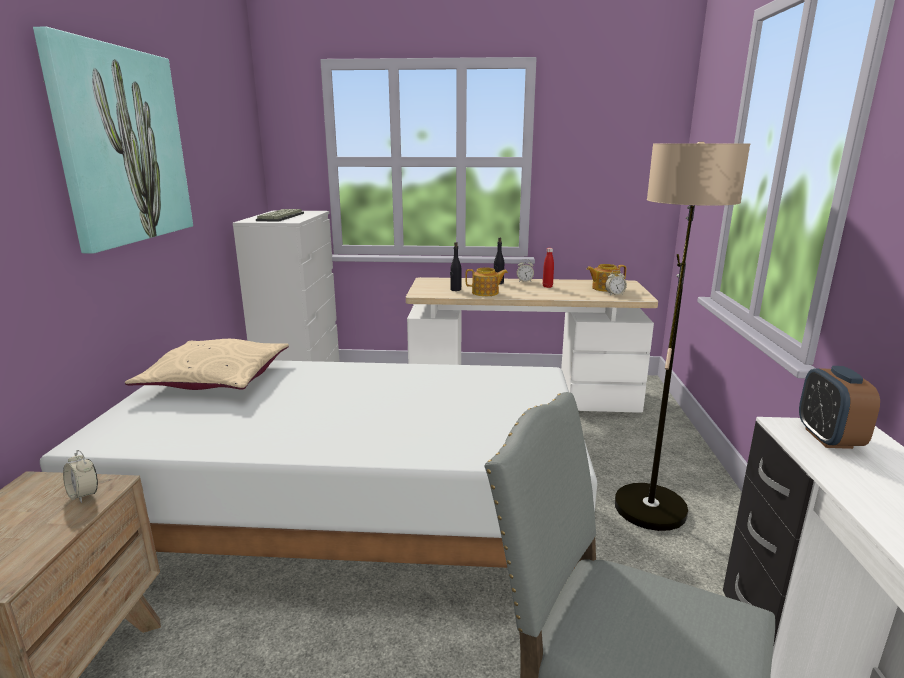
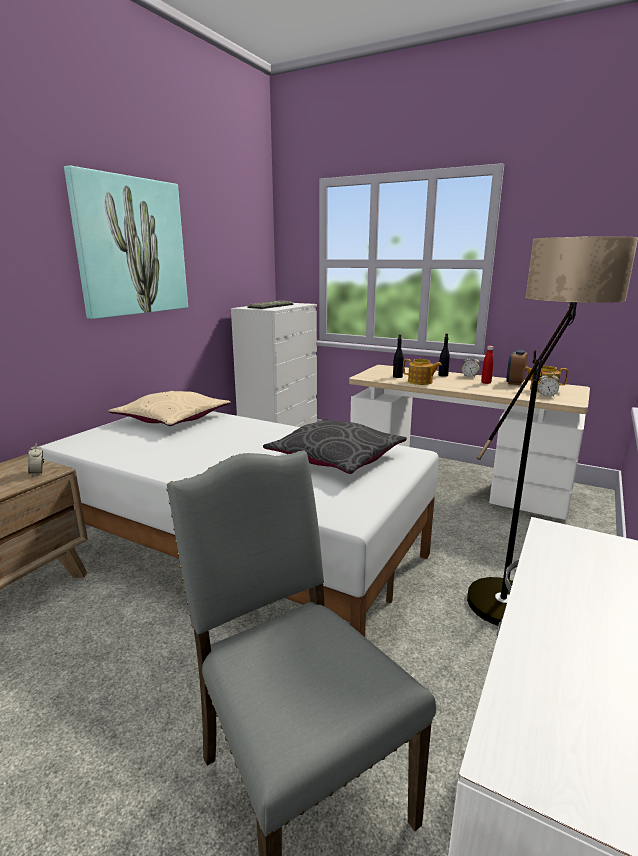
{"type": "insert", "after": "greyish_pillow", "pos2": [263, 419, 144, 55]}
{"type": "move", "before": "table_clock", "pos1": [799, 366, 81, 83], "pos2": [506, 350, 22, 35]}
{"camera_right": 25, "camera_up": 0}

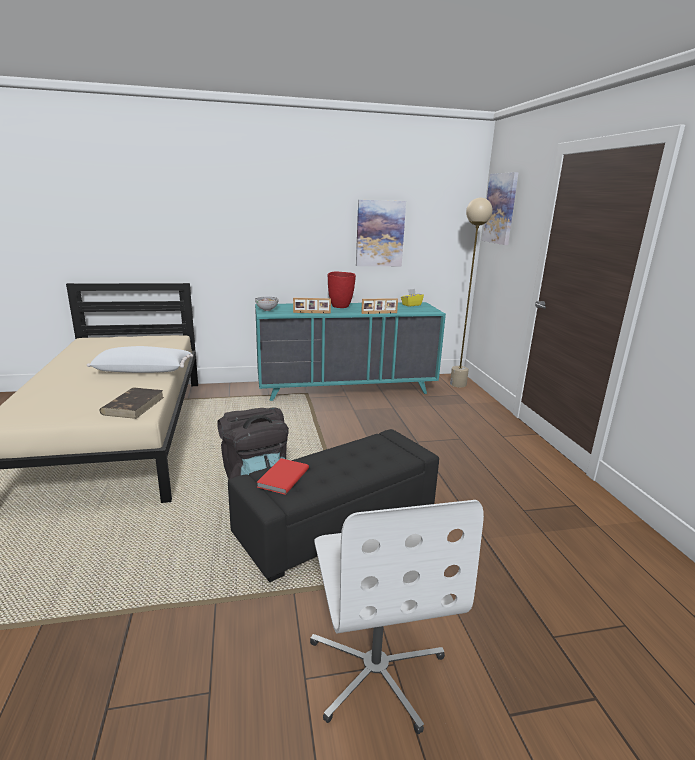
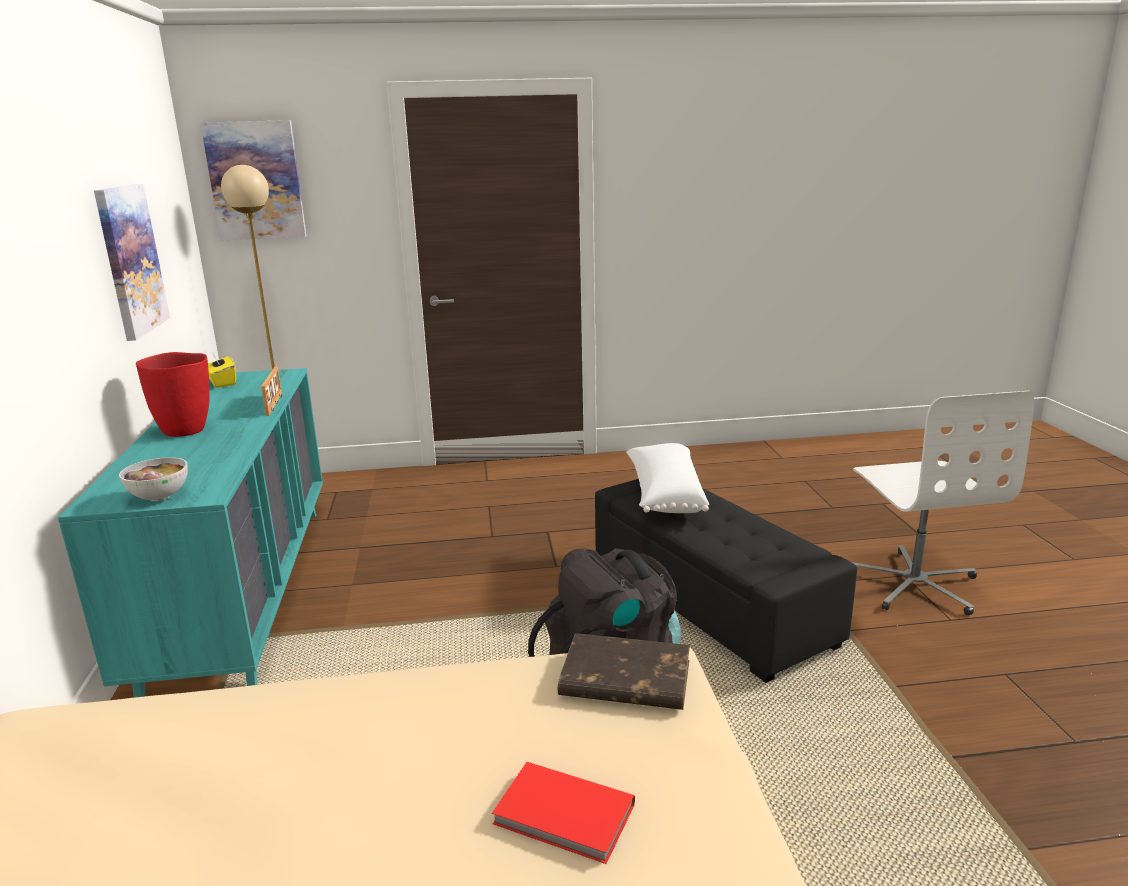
{"type": "delete", "before": "standing_frame", "pos1": [293, 298, 38, 16]}
{"type": "move", "before": "whitish_pillow", "pos1": [87, 346, 106, 27], "pos2": [626, 443, 83, 70]}
{"type": "move", "before": "red_bound_book", "pos1": [257, 458, 52, 37], "pos2": [492, 762, 143, 102]}
{"type": "rotate", "before": "whitish_desk_chair", "pos1": [310, 500, 174, 234], "pos2": [852, 391, 182, 225], "turn": 90}
{"camera_right": -85, "camera_up": 0}

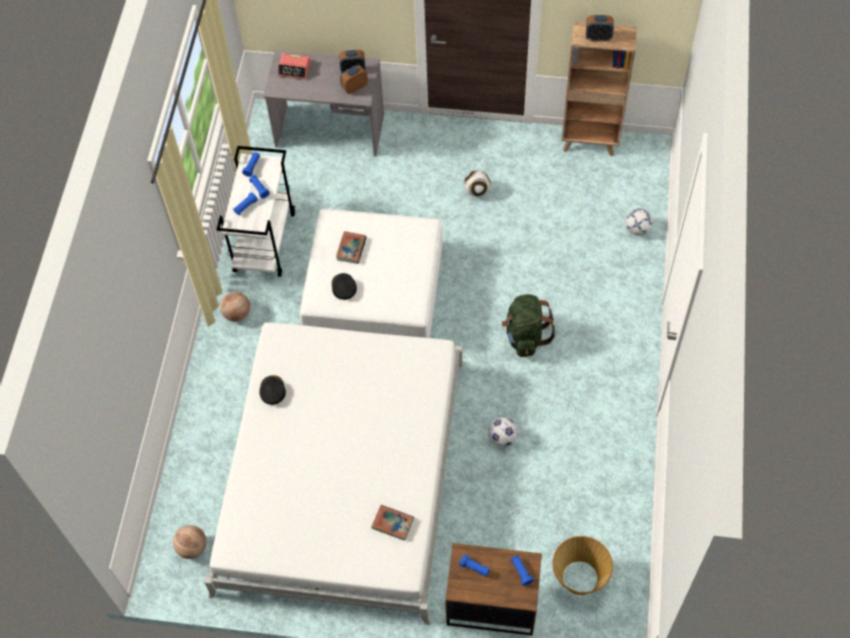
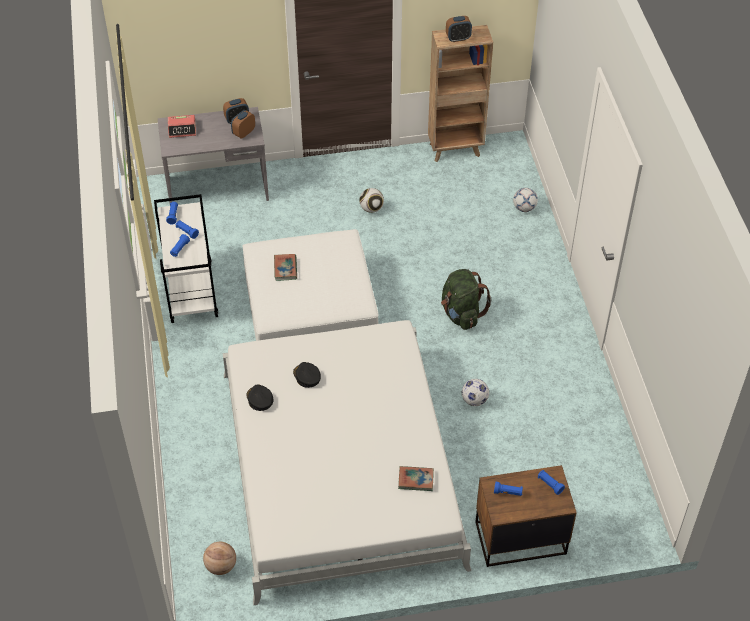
{"type": "delete", "before": "ball_for_basketball", "pos1": [220, 292, 30, 30]}
{"type": "delete", "before": "household_basket", "pos1": [552, 536, 61, 59]}
{"type": "move", "before": "black-coloured_peaked_cap", "pos1": [332, 273, 25, 27], "pos2": [293, 362, 28, 26]}
{"camera_right": -20, "camera_up": -10}

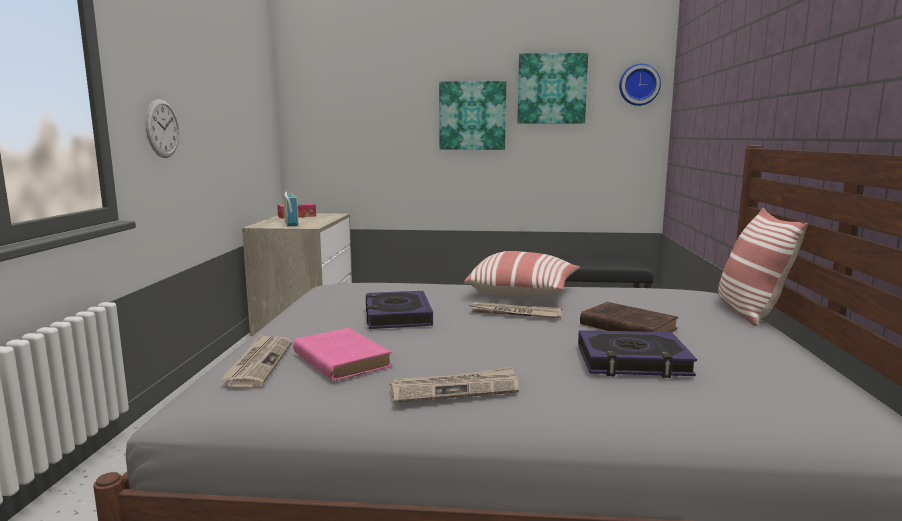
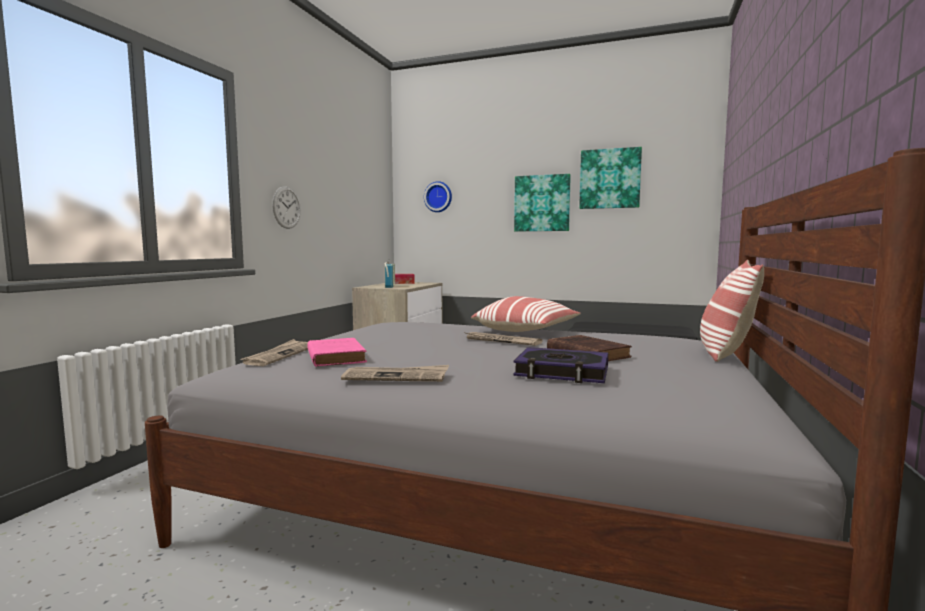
{"type": "delete", "before": "bound_book", "pos1": [366, 291, 67, 38]}
{"type": "move", "before": "hanging_clock", "pos1": [619, 64, 42, 42], "pos2": [424, 181, 28, 31]}
{"camera_right": 15, "camera_up": -5}

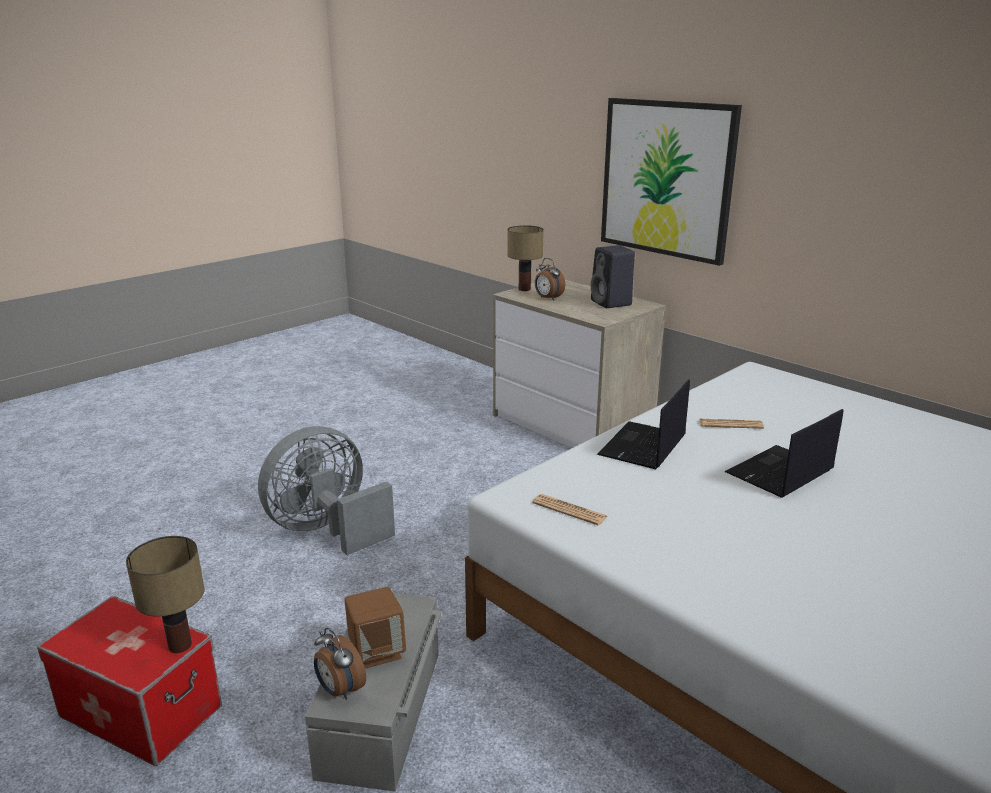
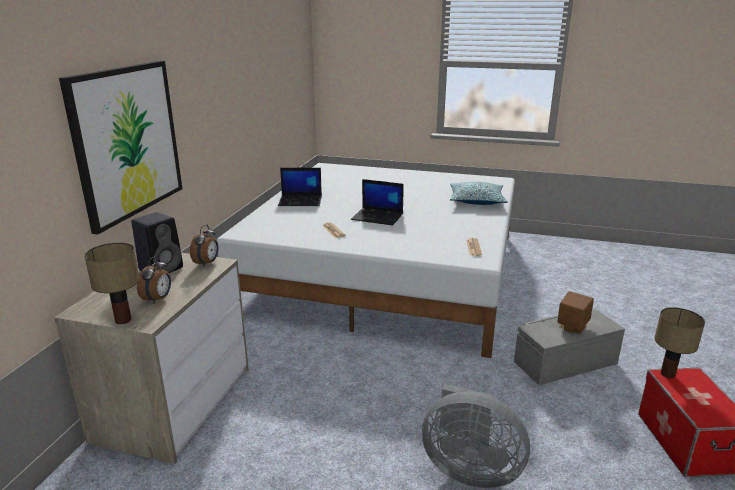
{"type": "insert", "after": "pillow", "pos2": [450, 182, 58, 23]}
{"type": "move", "before": "table_clock", "pos1": [314, 628, 52, 72], "pos2": [190, 224, 28, 43]}
{"type": "move", "before": "laptop", "pos1": [597, 379, 93, 90], "pos2": [278, 168, 44, 38]}
{"camera_right": -120, "camera_up": 0}

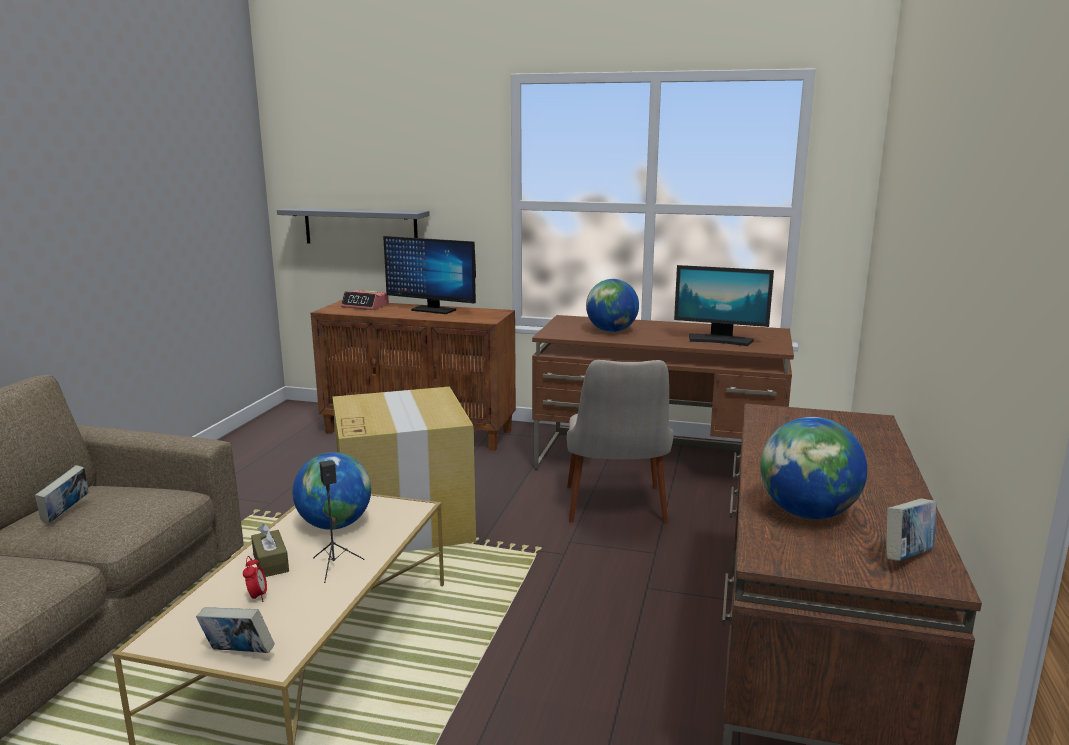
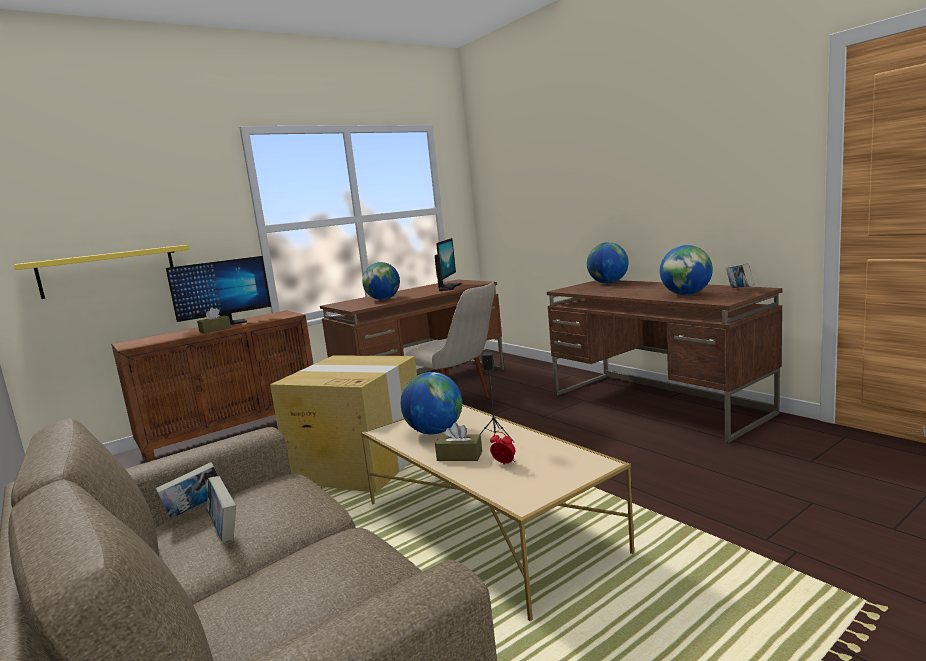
{"type": "delete", "before": "table_clock", "pos1": [341, 290, 48, 20]}
{"type": "insert", "after": "brownish_tissue_box", "pos2": [197, 307, 34, 27]}
{"type": "insert", "after": "world_globe", "pos2": [587, 242, 42, 42]}
{"type": "move", "before": "bound_book", "pos1": [196, 607, 79, 46], "pos2": [156, 462, 62, 57]}
{"type": "recolor", "before": "greyish_wall_shelf", "after": "yellowish_wall_shelf", "pos1": [277, 207, 153, 36], "pos2": [14, 245, 175, 54]}
{"type": "rotate", "before": "computer_screen", "pos1": [674, 265, 100, 81], "pos2": [435, 238, 26, 53], "turn": -45}
{"camera_right": -50, "camera_up": -5}

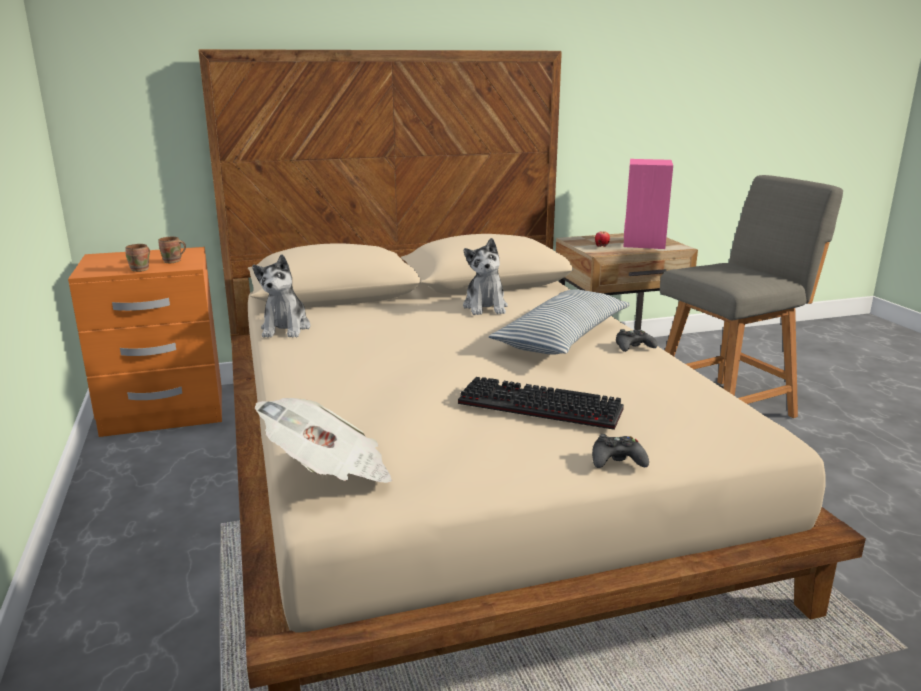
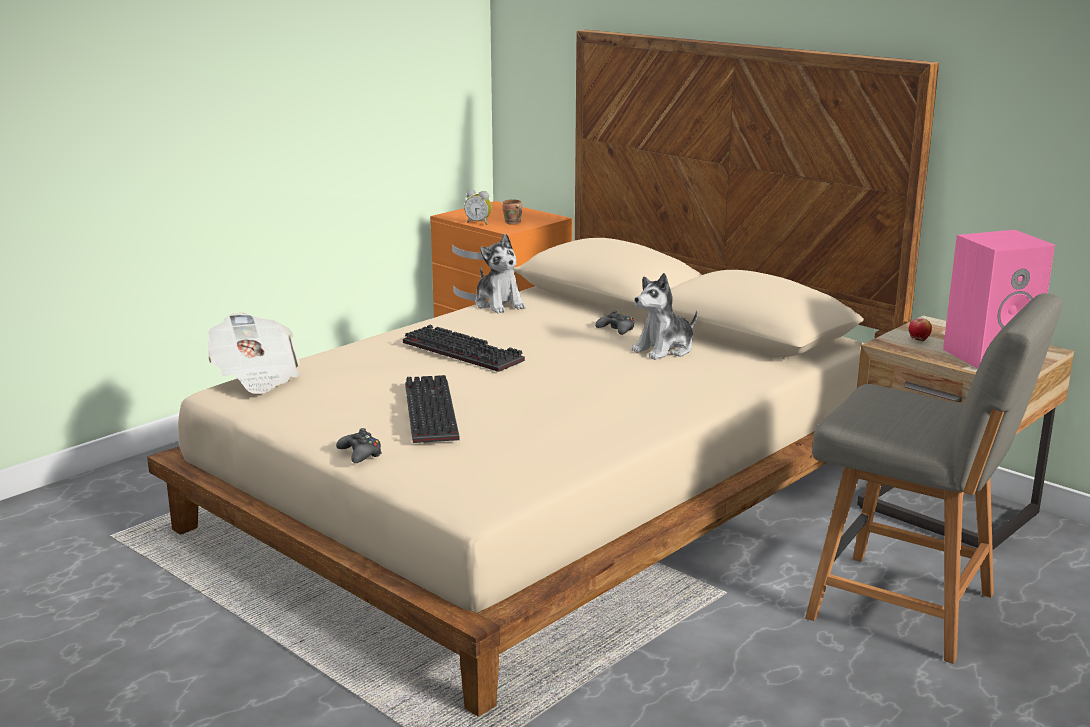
{"type": "delete", "before": "pillow", "pos1": [488, 290, 142, 65]}
{"type": "insert", "after": "computer_keyboard", "pos2": [403, 325, 122, 47]}
{"type": "move", "before": "black-coloured_game_controller", "pos1": [616, 329, 42, 23], "pos2": [595, 310, 39, 25]}
{"type": "replace", "before": "brownish_coffee_mug", "after": "table_clock", "pos1": [125, 244, 25, 28], "pos2": [464, 190, 28, 35]}
{"type": "rotate", "before": "cuddly_toy", "pos1": [252, 254, 59, 84], "pos2": [475, 233, 51, 80], "turn": -90}
{"camera_right": 60, "camera_up": 0}

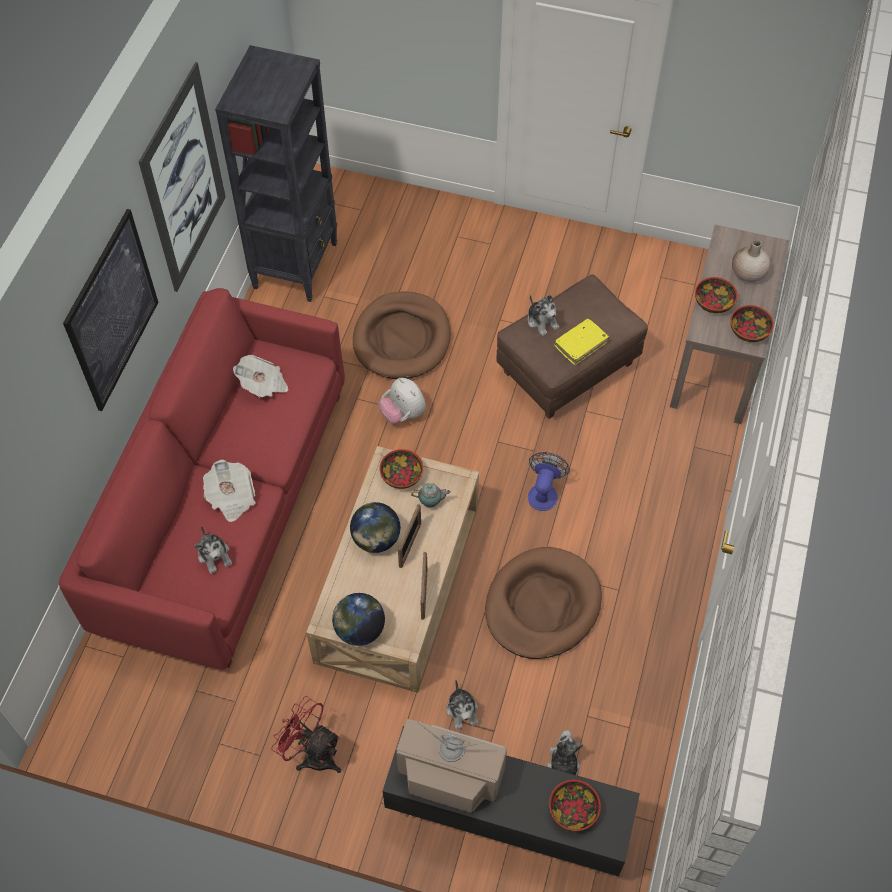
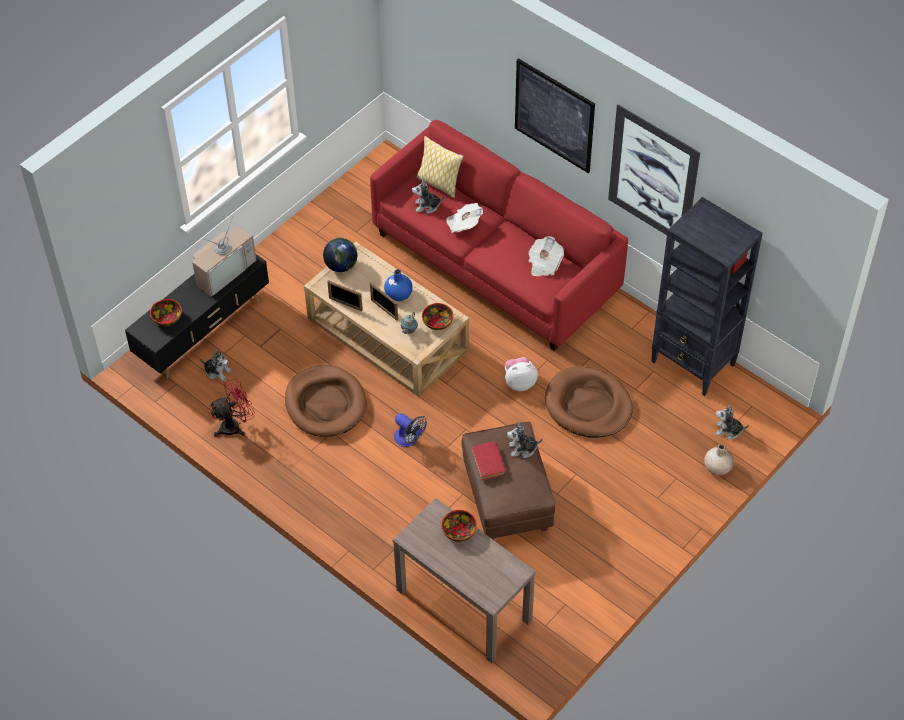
{"type": "delete", "before": "bowl", "pos1": [730, 305, 44, 37]}
{"type": "insert", "after": "pillow", "pos2": [416, 136, 48, 62]}
{"type": "move", "before": "red_fan", "pos1": [271, 696, 70, 77], "pos2": [210, 378, 45, 59]}
{"type": "move", "before": "cuddly_toy", "pos1": [447, 680, 31, 50], "pos2": [715, 403, 34, 36]}
{"type": "move", "before": "beige_decorative_vase", "pos1": [732, 240, 39, 42], "pos2": [704, 444, 30, 32]}
{"type": "replace", "before": "world_globe", "after": "blue-coloured_decorative_vase", "pos1": [350, 502, 51, 51], "pos2": [384, 269, 29, 32]}
{"type": "recolor", "before": "yellowish_bound_book", "after": "red_bound_book", "pos1": [554, 319, 55, 46], "pos2": [472, 441, 34, 40]}
{"camera_right": 115, "camera_up": -5}

